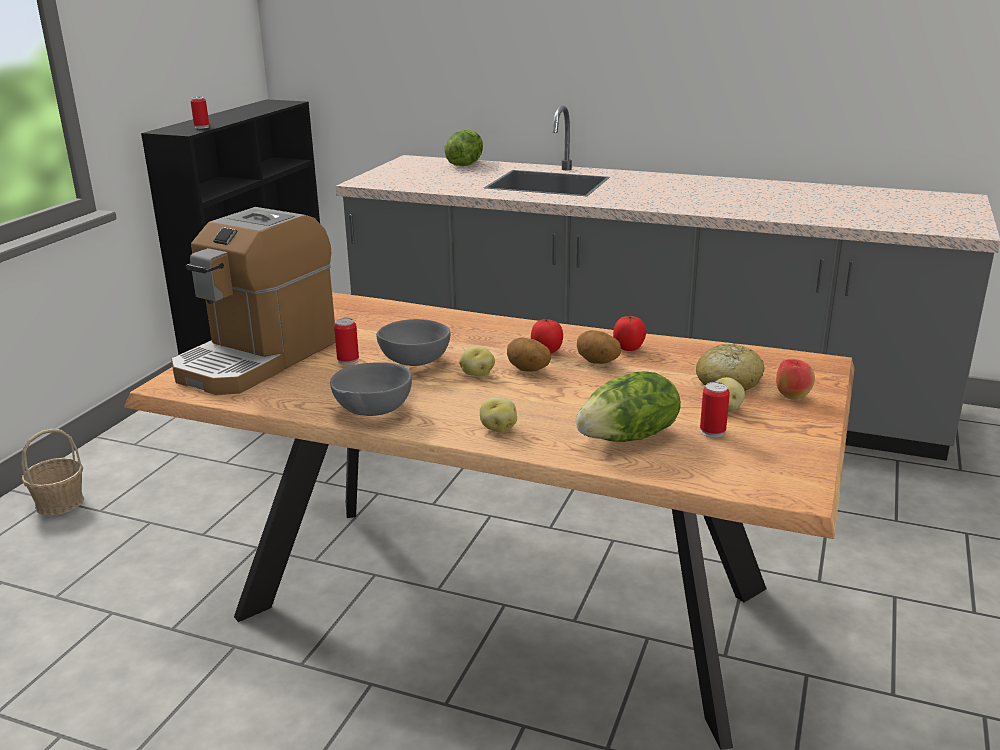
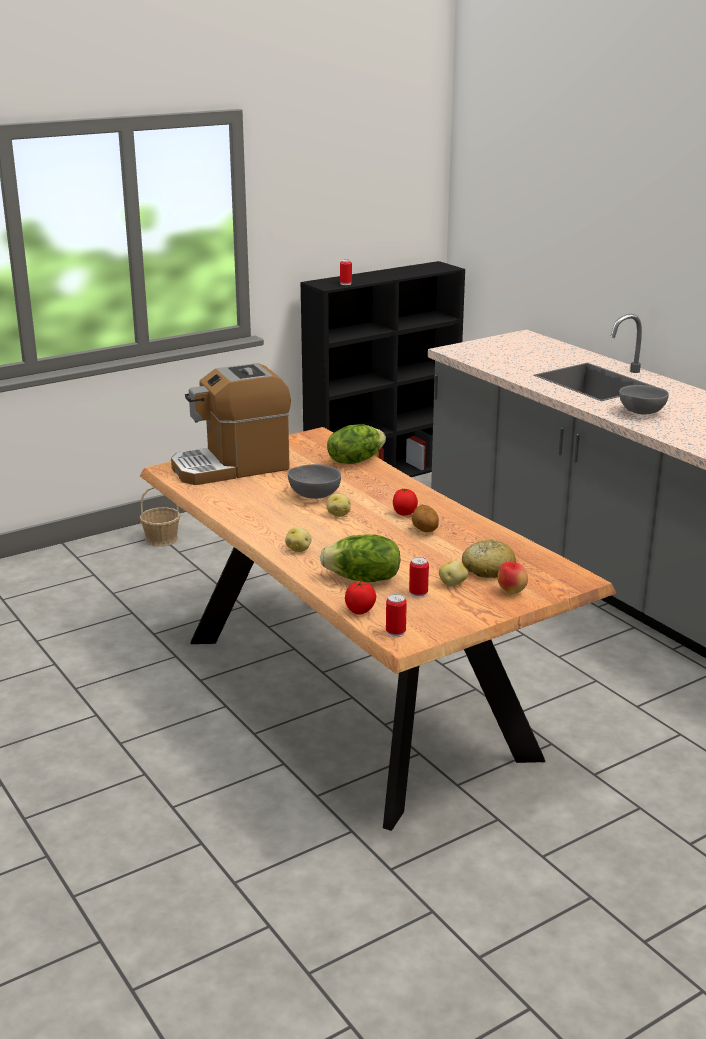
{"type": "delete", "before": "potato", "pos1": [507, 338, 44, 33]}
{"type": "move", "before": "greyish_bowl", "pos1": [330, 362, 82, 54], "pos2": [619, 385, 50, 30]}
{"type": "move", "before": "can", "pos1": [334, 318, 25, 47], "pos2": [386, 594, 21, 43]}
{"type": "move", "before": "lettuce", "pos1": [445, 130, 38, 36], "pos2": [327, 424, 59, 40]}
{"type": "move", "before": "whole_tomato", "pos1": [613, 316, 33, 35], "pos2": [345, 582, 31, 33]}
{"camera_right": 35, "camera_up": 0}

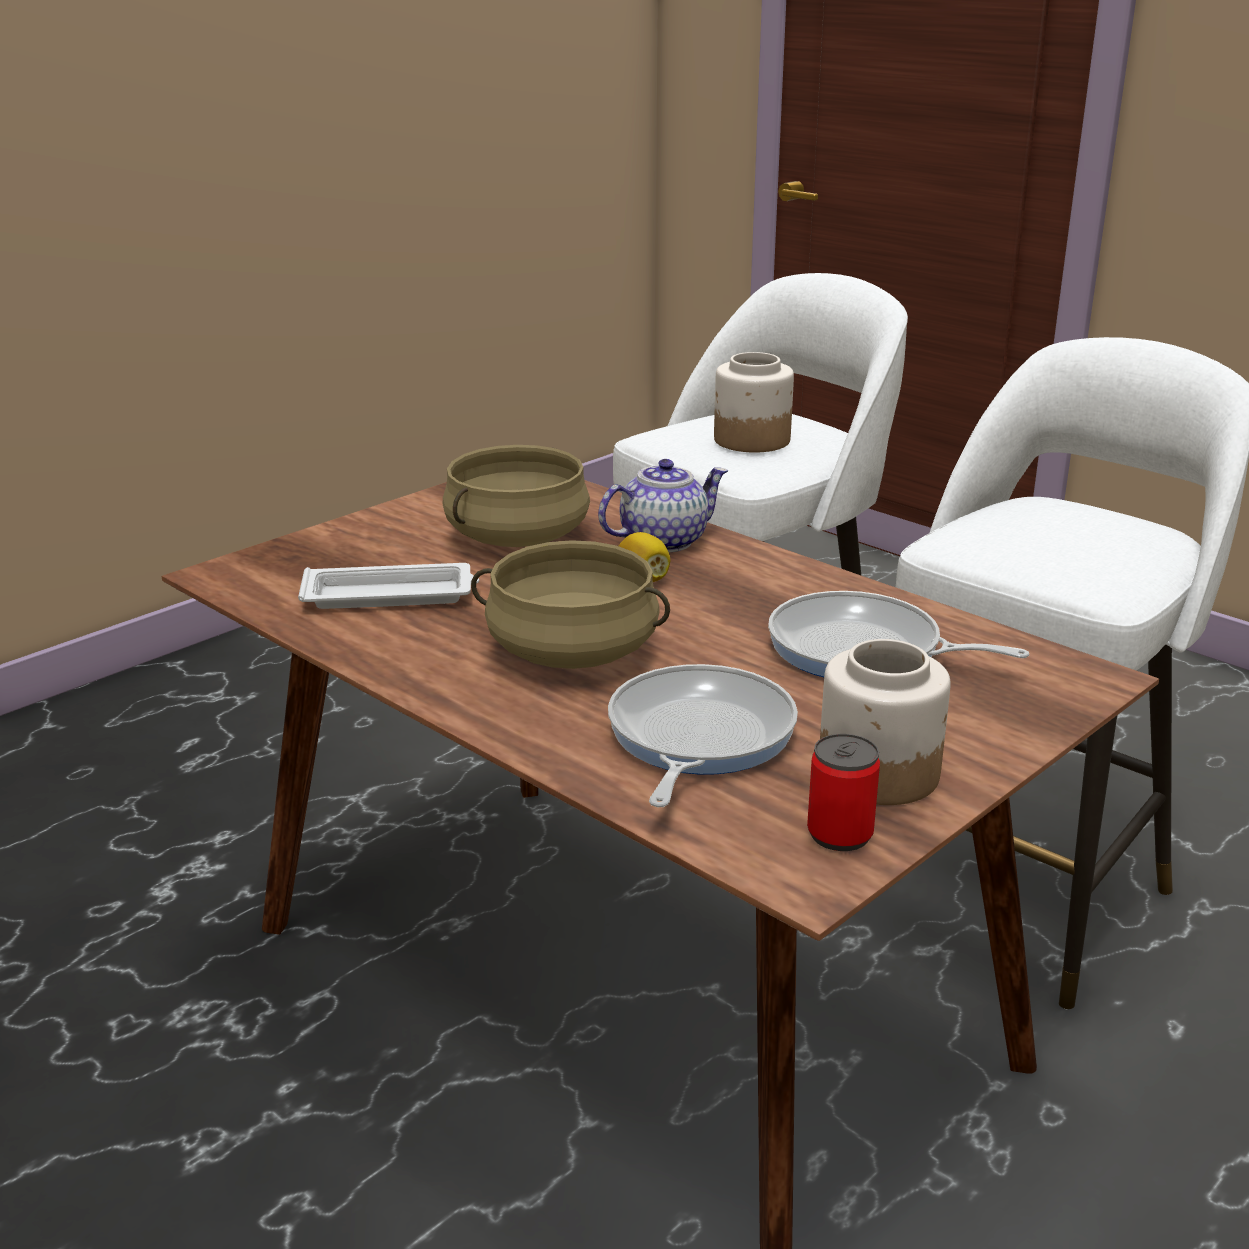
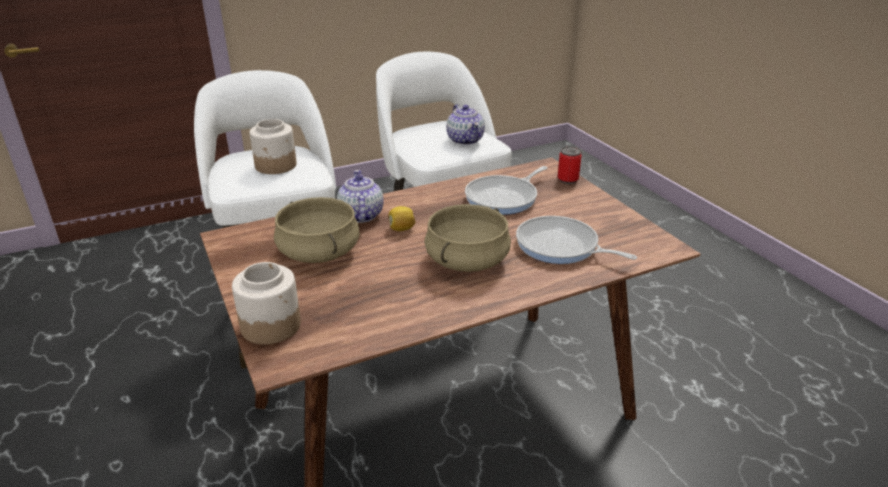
{"type": "delete", "before": "whitish_carrying_tray", "pos1": [298, 563, 181, 46]}
{"type": "insert", "after": "tea_pot", "pos2": [446, 104, 39, 41]}
{"type": "move", "before": "can", "pos1": [807, 734, 73, 117], "pos2": [558, 147, 24, 37]}
{"type": "move", "before": "preserve_jar", "pos1": [820, 639, 131, 166], "pos2": [232, 262, 69, 83]}
{"camera_right": -70, "camera_up": 5}

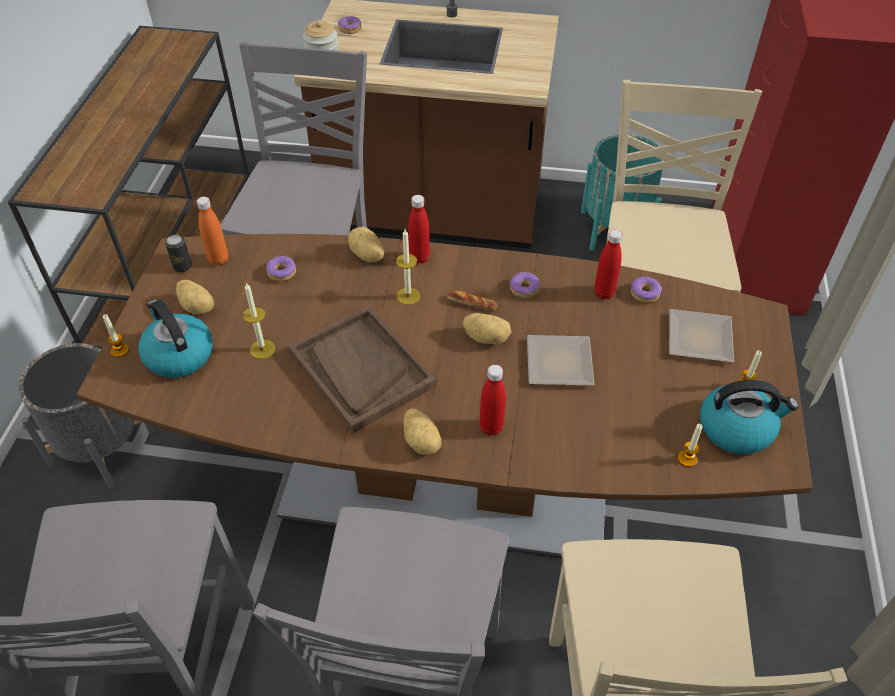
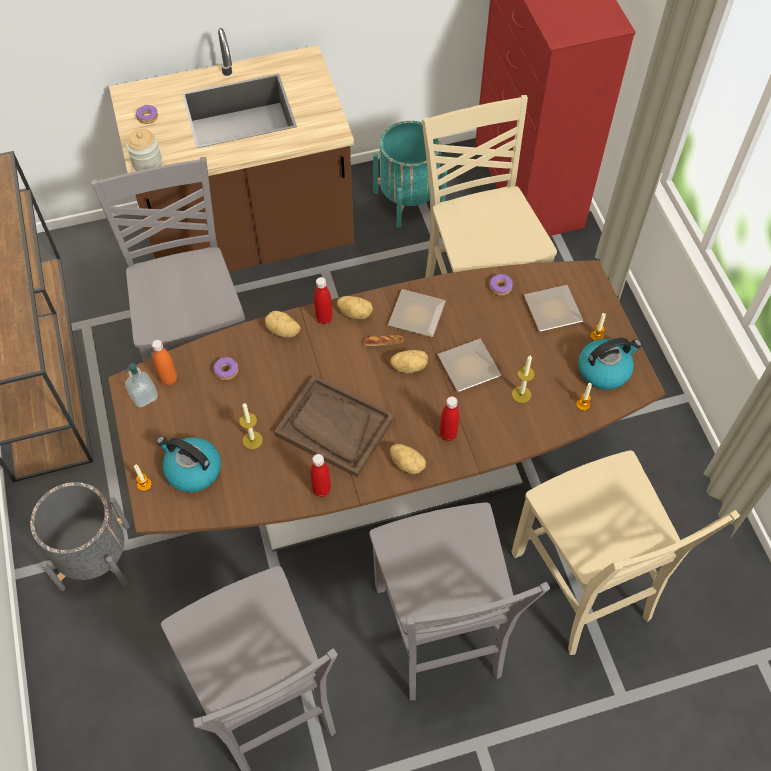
{"type": "move", "before": "potato", "pos1": [176, 280, 38, 35], "pos2": [337, 296, 36, 23]}
{"type": "move", "before": "wax_candle", "pos1": [396, 229, 24, 76], "pos2": [512, 355, 23, 48]}
{"type": "move", "before": "red_beverage_bottle", "pos1": [594, 230, 28, 69], "pos2": [310, 454, 21, 43]}
{"type": "replace", "before": "can", "after": "soap_dispenser", "pos1": [165, 234, 27, 39], "pos2": [124, 363, 34, 45]}
{"type": "replace", "before": "ring_doughnut", "after": "flat_dish", "pos1": [510, 271, 30, 27], "pos2": [388, 289, 58, 48]}
{"camera_right": -25, "camera_up": 10}

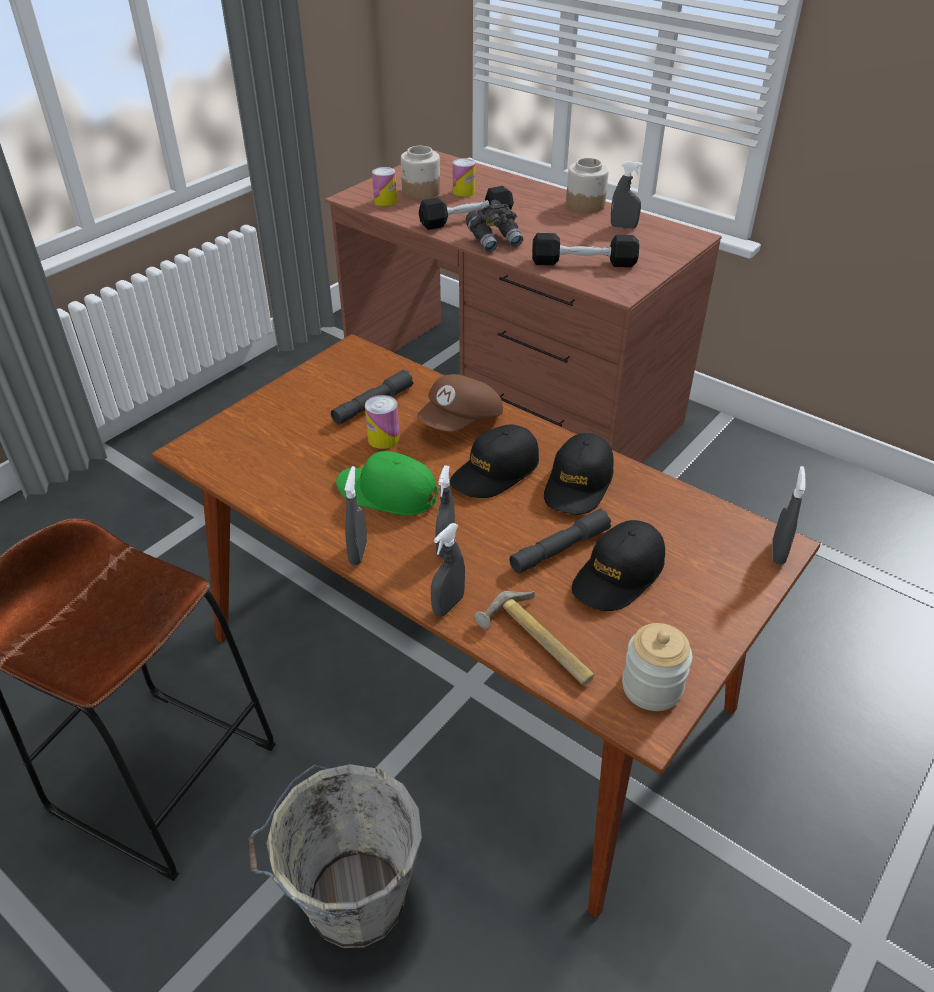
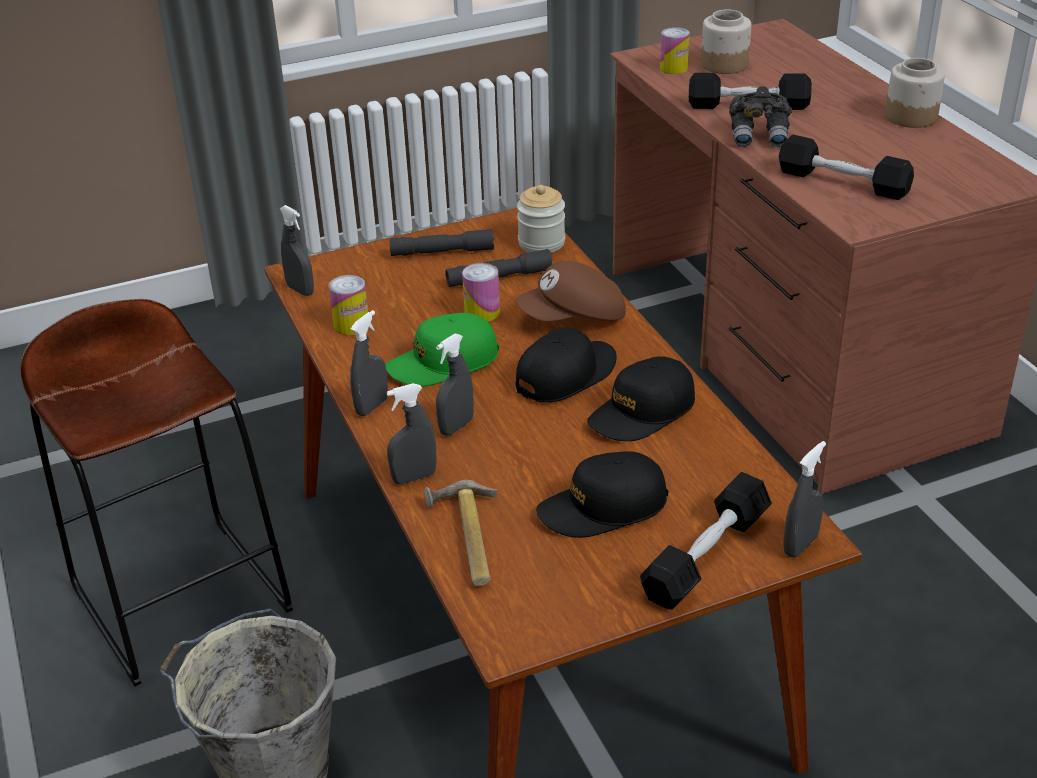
{"type": "insert", "after": "black-coloured_dumbbell", "pos2": [640, 472, 132, 138]}
{"type": "move", "before": "can", "pos1": [453, 158, 22, 39], "pos2": [328, 275, 40, 60]}
{"type": "move", "before": "greyish_hand_torch", "pos1": [509, 509, 102, 65], "pos2": [389, 229, 105, 27]}
{"type": "move", "before": "greyish_spray_bottle", "pos1": [611, 161, 32, 68], "pos2": [279, 205, 35, 91]}
{"type": "move", "before": "preserve_jar", "pos1": [622, 623, 70, 88], "pos2": [517, 185, 48, 68]}
{"type": "rotate", "before": "green_peaked_cap", "pos1": [336, 451, 102, 64], "pos2": [385, 313, 114, 73], "turn": -75}
{"type": "rotate", "before": "black-coloured_peaked_cap", "pos1": [450, 424, 89, 74], "pos2": [516, 328, 101, 74], "turn": 150}
{"camera_right": 30, "camera_up": -5}

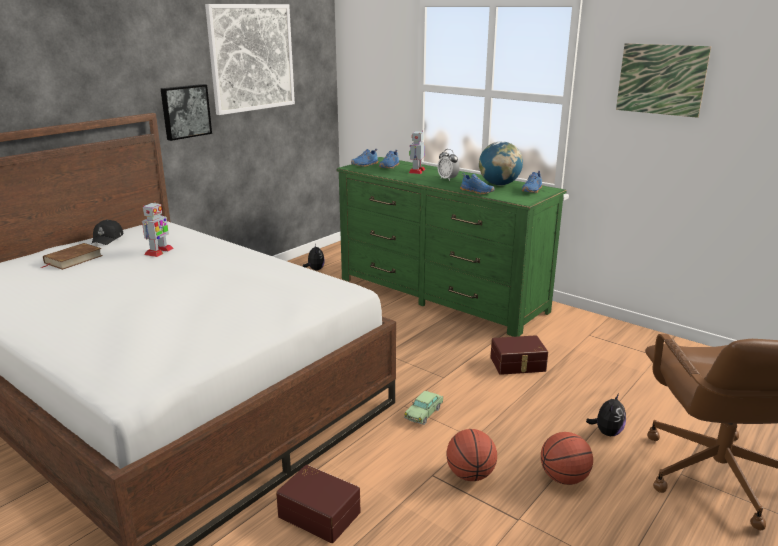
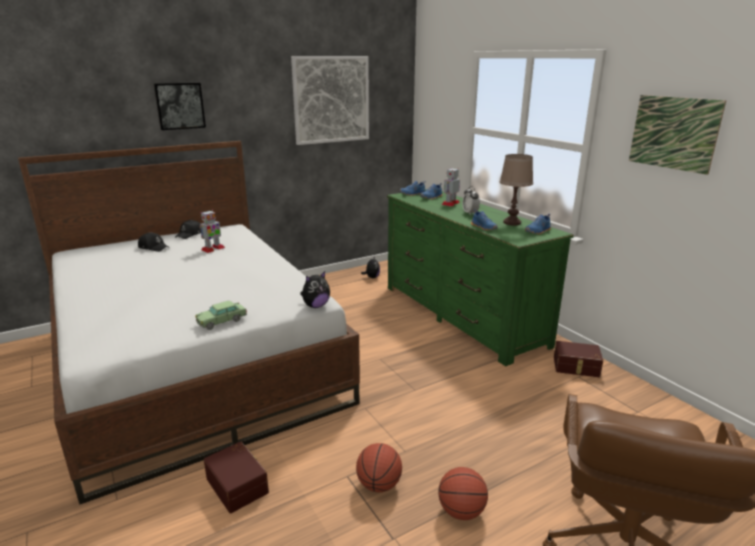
{"type": "move", "before": "wall_picture", "pos1": [160, 84, 52, 57], "pos2": [154, 83, 52, 47]}
{"type": "move", "before": "miniature_car", "pos1": [404, 391, 39, 34], "pos2": [195, 301, 52, 29]}
{"type": "move", "before": "brownish_storage_container", "pos1": [490, 335, 58, 40], "pos2": [554, 341, 49, 36]}
{"type": "move", "before": "cuddly_toy", "pos1": [586, 393, 40, 43], "pos2": [300, 271, 30, 37]}
{"type": "replace", "before": "brownish_bound_book", "after": "black-coloured_peaked_cap", "pos1": [41, 243, 62, 27], "pos2": [138, 232, 31, 20]}
{"type": "replace", "before": "world_globe", "after": "brownish_table_lamp", "pos1": [479, 141, 44, 44], "pos2": [500, 154, 33, 72]}
{"camera_right": 20, "camera_up": 0}

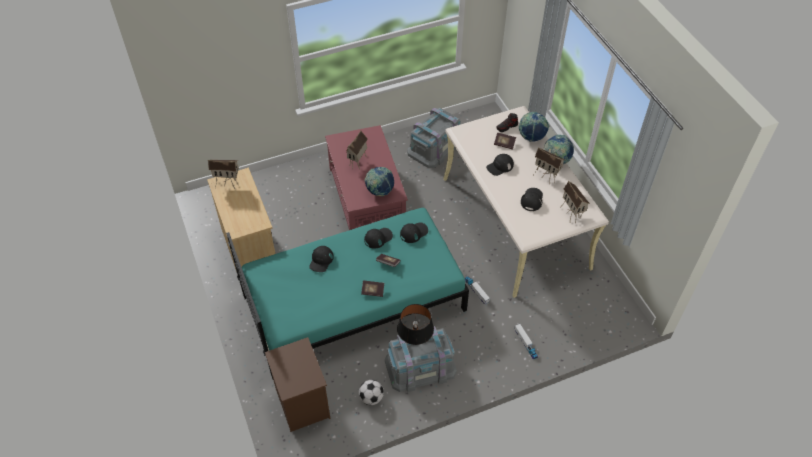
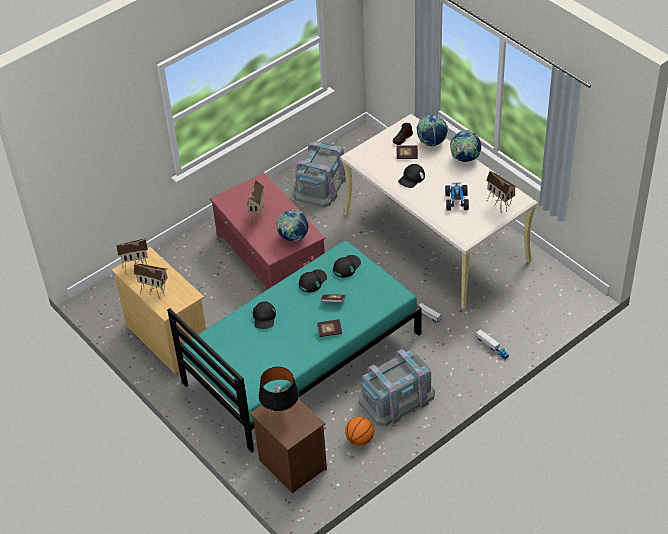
{"type": "move", "before": "black-coloured_table_lamp", "pos1": [397, 304, 37, 41], "pos2": [259, 367, 40, 44]}
{"type": "move", "before": "model_house", "pos1": [534, 148, 31, 36], "pos2": [134, 263, 34, 36]}
{"type": "replace", "before": "ball_for_football", "after": "ball_for_basketball", "pos1": [359, 380, 25, 25], "pos2": [345, 417, 29, 29]}
{"type": "replace", "before": "black-coloured_peaked_cap", "after": "miniature_car", "pos1": [521, 188, 22, 23], "pos2": [445, 183, 24, 28]}
{"camera_right": -15, "camera_up": -5}

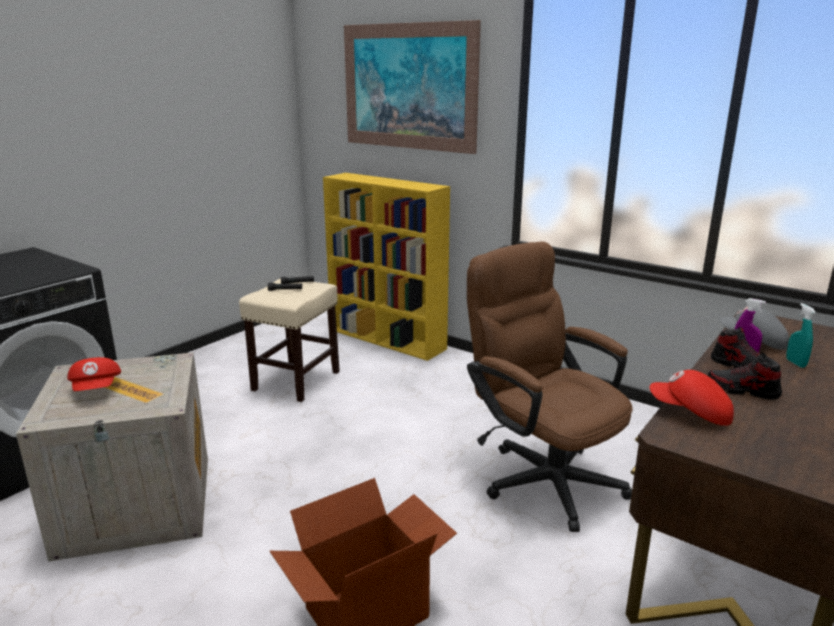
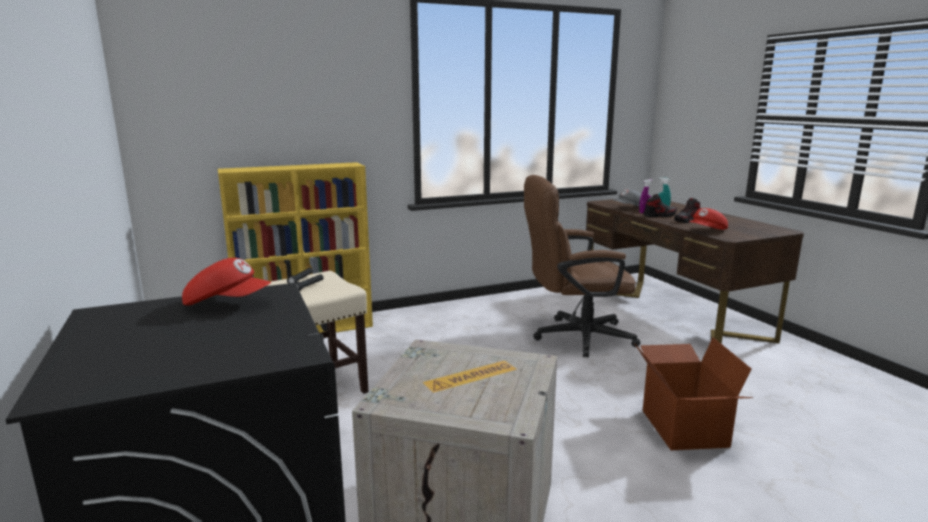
{"type": "delete", "before": "wall_picture", "pos1": [344, 20, 137, 134]}
{"type": "move", "before": "red_peaked_cap", "pos1": [67, 357, 54, 34], "pos2": [182, 258, 89, 48]}
{"camera_right": -60, "camera_up": -5}

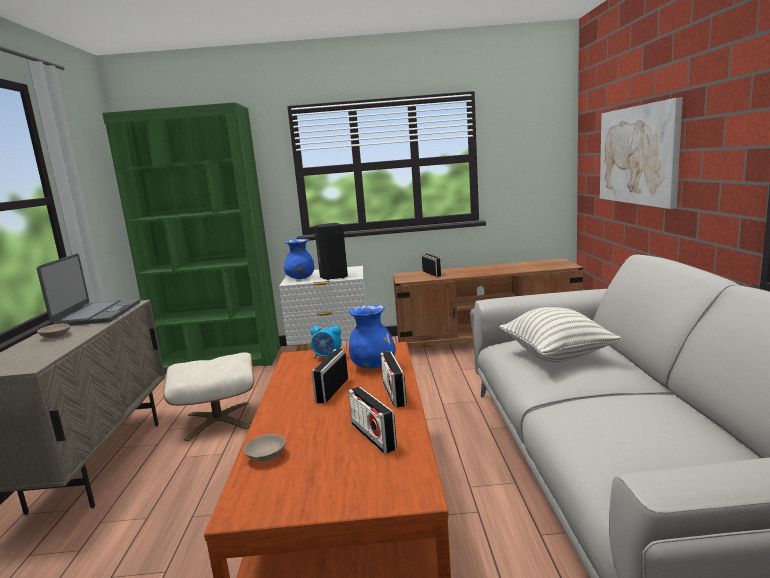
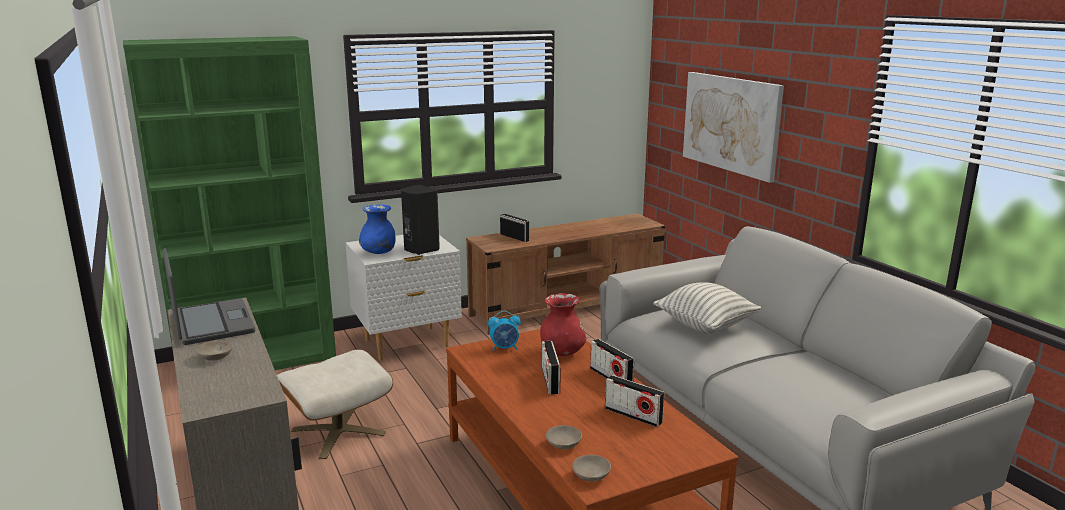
{"type": "insert", "after": "beige_bowl", "pos2": [572, 455, 39, 27]}
{"type": "recolor", "before": "blue-coloured_decorative_vase", "after": "red_decorative_vase", "pos1": [349, 304, 47, 65], "pos2": [540, 293, 46, 63]}
{"camera_right": -25, "camera_up": 5}

